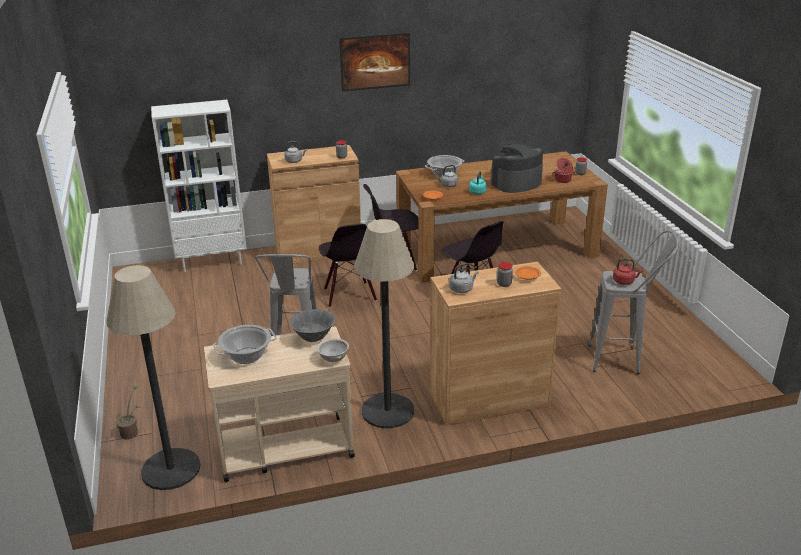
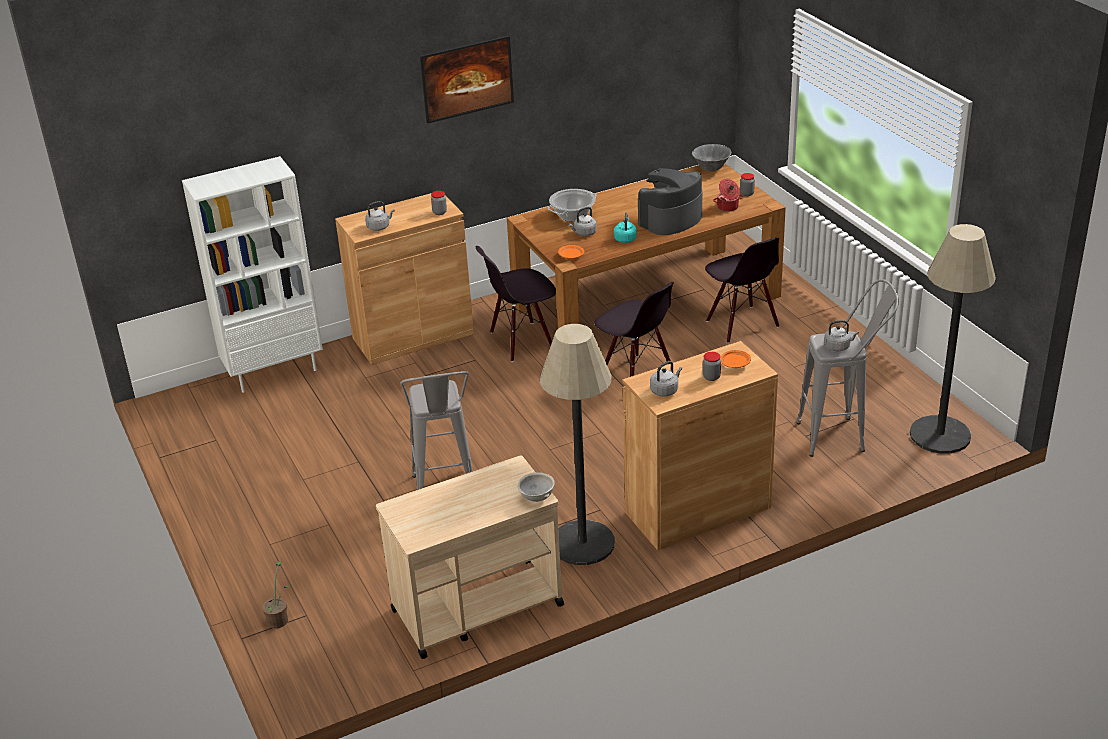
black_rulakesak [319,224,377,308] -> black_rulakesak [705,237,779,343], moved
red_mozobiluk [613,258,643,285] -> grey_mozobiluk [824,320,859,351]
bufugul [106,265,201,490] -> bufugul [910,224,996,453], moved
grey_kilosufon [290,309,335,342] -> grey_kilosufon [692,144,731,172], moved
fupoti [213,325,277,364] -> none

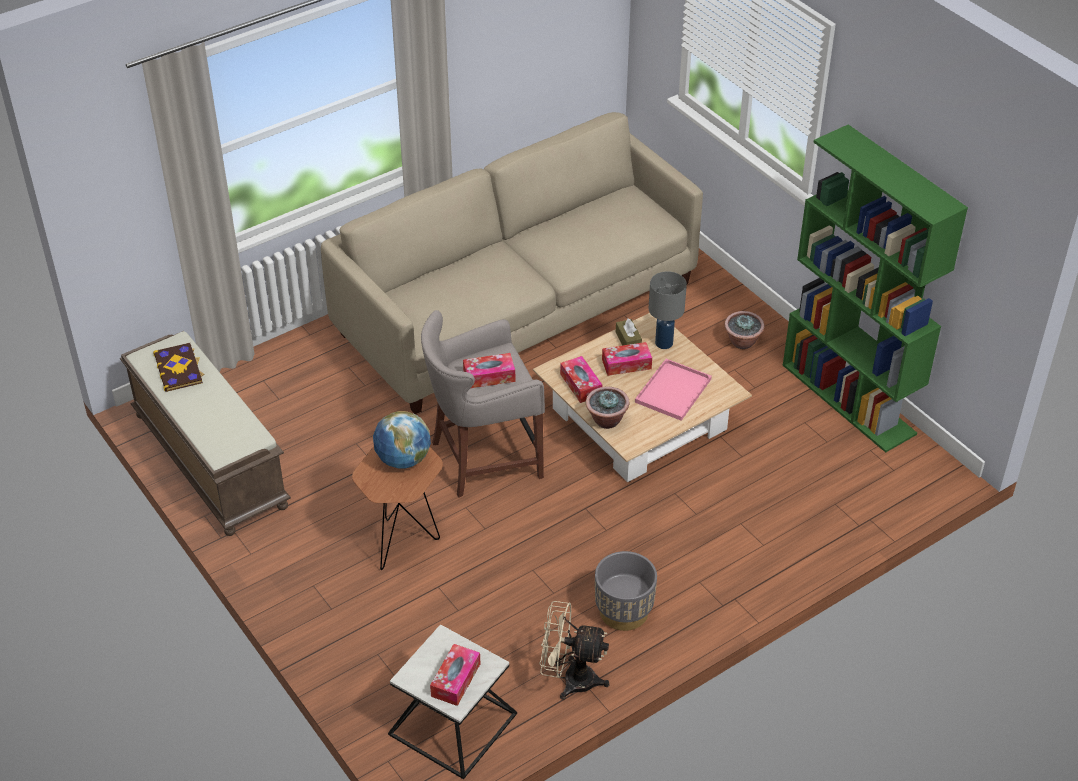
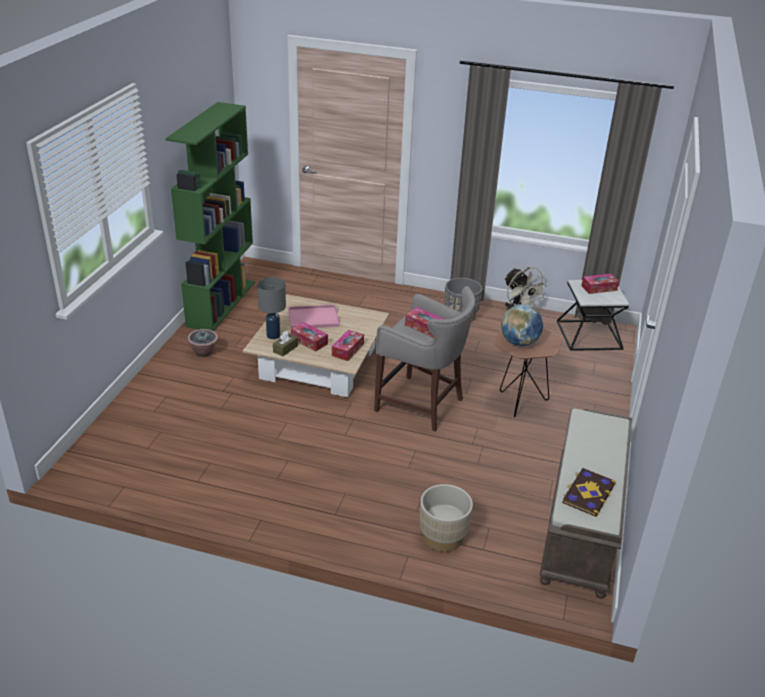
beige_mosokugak [321,112,703,414] -> none
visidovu [586,386,630,429] -> none
none -> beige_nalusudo [420,484,473,552]

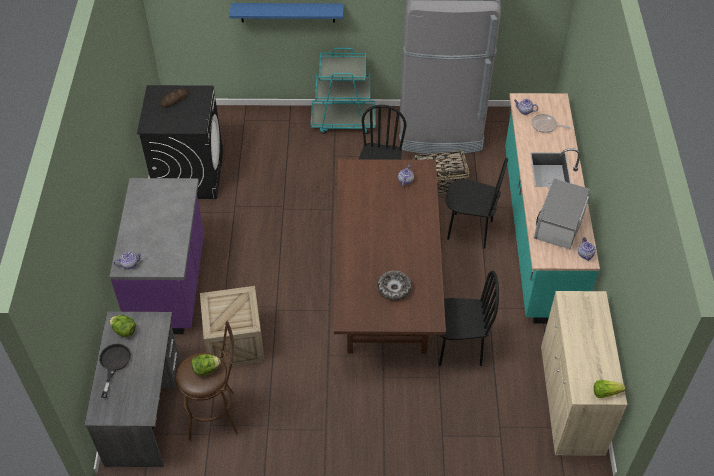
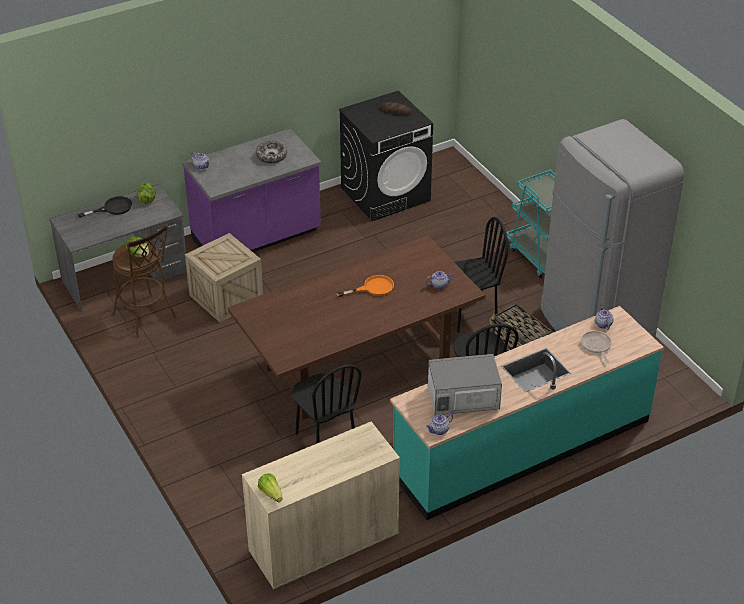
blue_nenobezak [229,3,343,23] -> none
kilosufon [377,271,412,301] -> kilosufon [256,141,287,163], moved
none -> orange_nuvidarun [337,275,394,297]

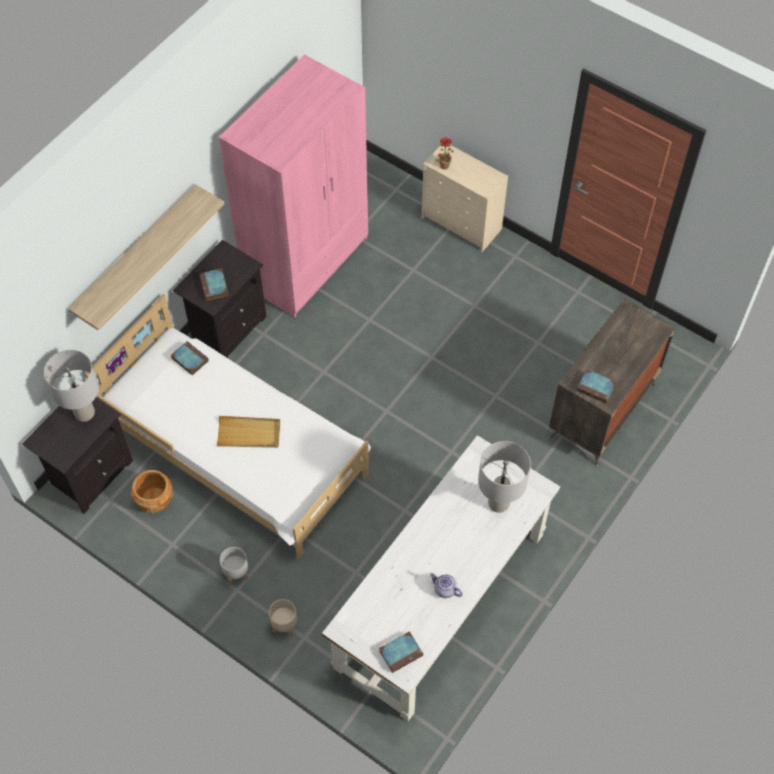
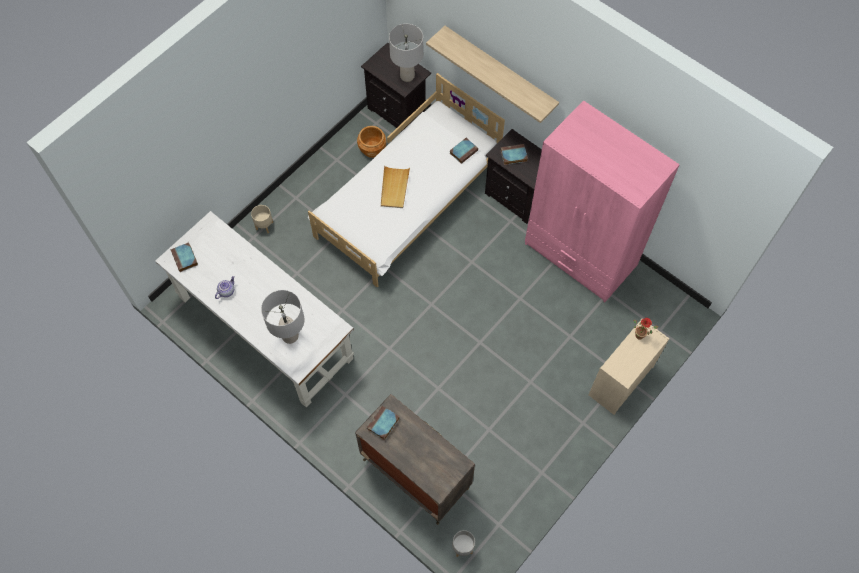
grey_nalusudo [220,547,248,584] -> grey_nalusudo [452,530,475,557], moved

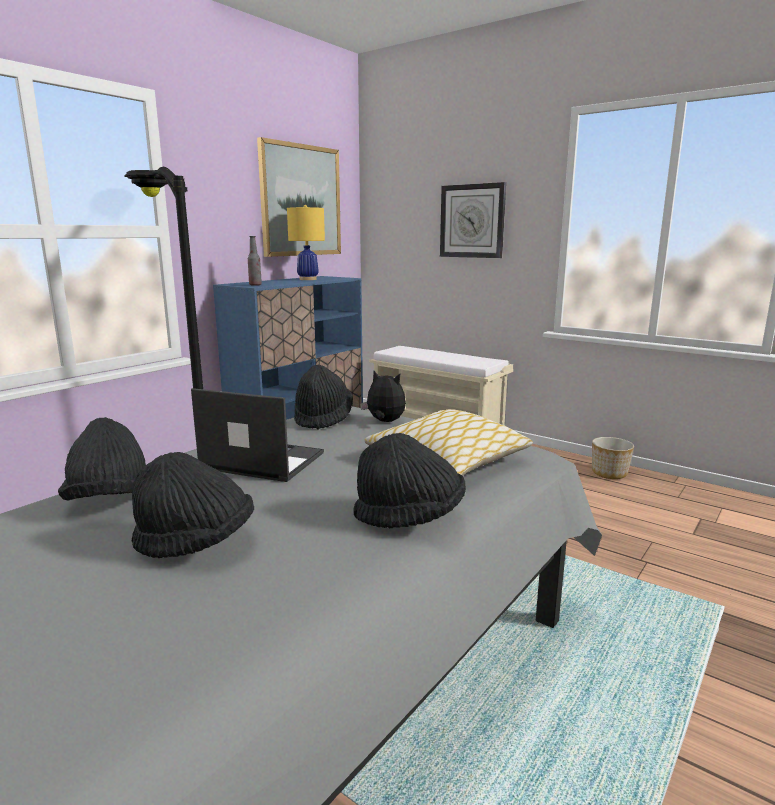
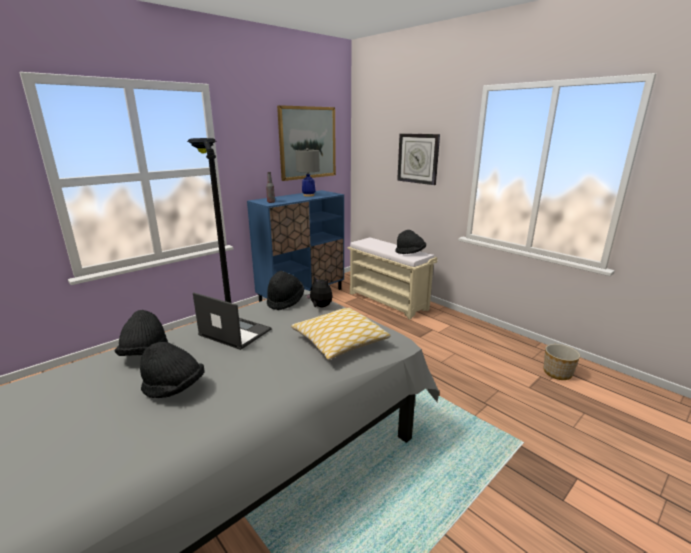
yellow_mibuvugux [287,205,325,280] -> grey_mibuvugux [296,148,320,197]
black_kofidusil [354,433,466,528] -> black_kofidusil [395,230,426,254], moved
nalusudo [592,437,634,479] -> nalusudo [543,344,580,380], moved

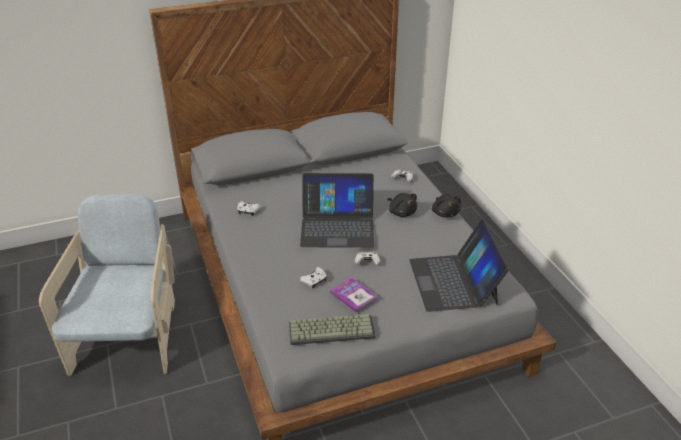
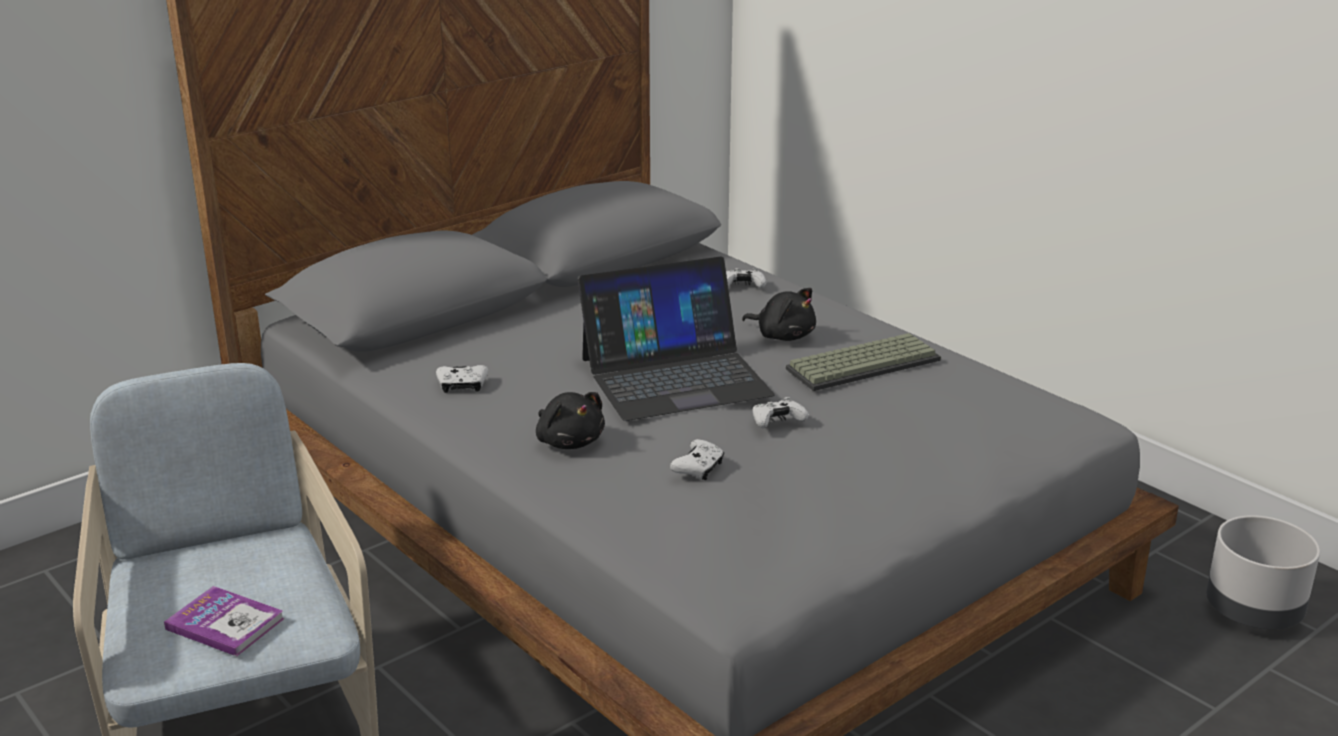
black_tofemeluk [432,194,461,218] -> black_tofemeluk [536,392,605,449], moved
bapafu [409,219,509,312] -> none
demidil [330,277,377,313] -> demidil [164,586,285,656], moved
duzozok [289,314,376,345] -> duzozok [786,333,941,391], moved
none -> grey_nalusudo [1206,515,1320,629]

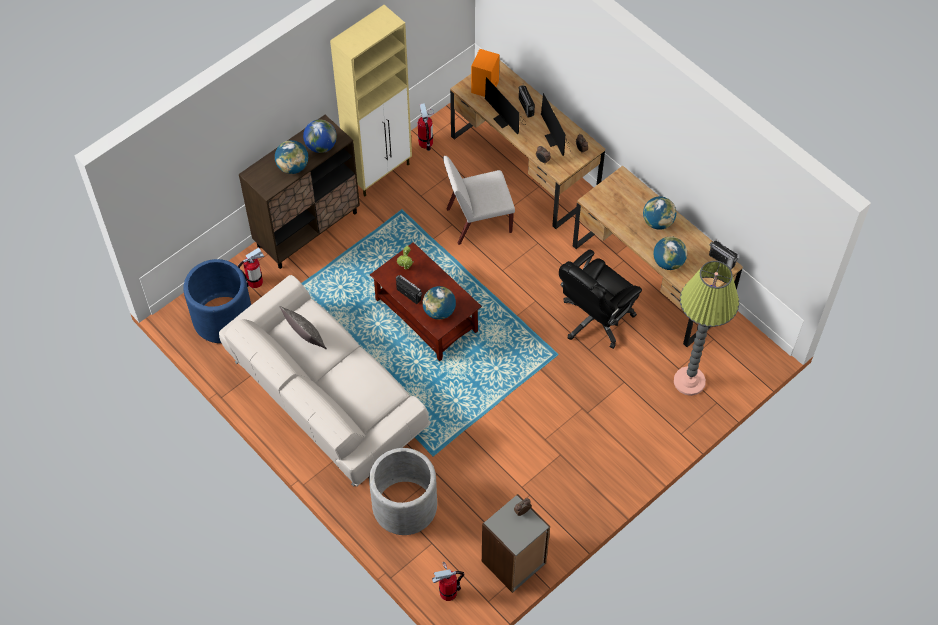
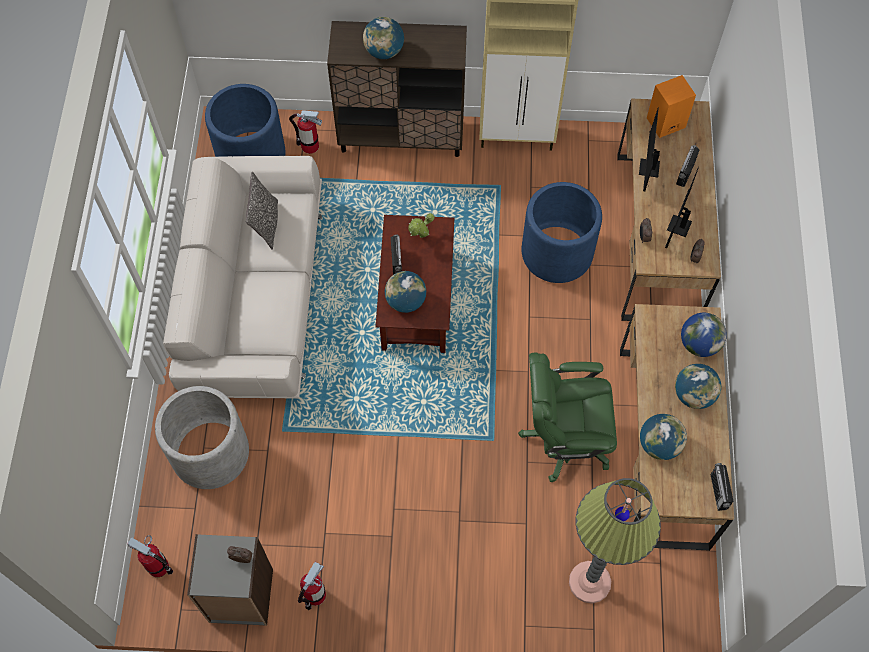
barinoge [418,103,434,151] -> barinoge [298,562,326,610], moved
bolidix [303,119,337,153] -> bolidix [681,313,727,357], moved
white_rulakesak [443,156,515,245] -> blue_nalusudo [522,182,602,283]
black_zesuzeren [559,250,642,349] -> green_zesuzeren [518,352,617,482]

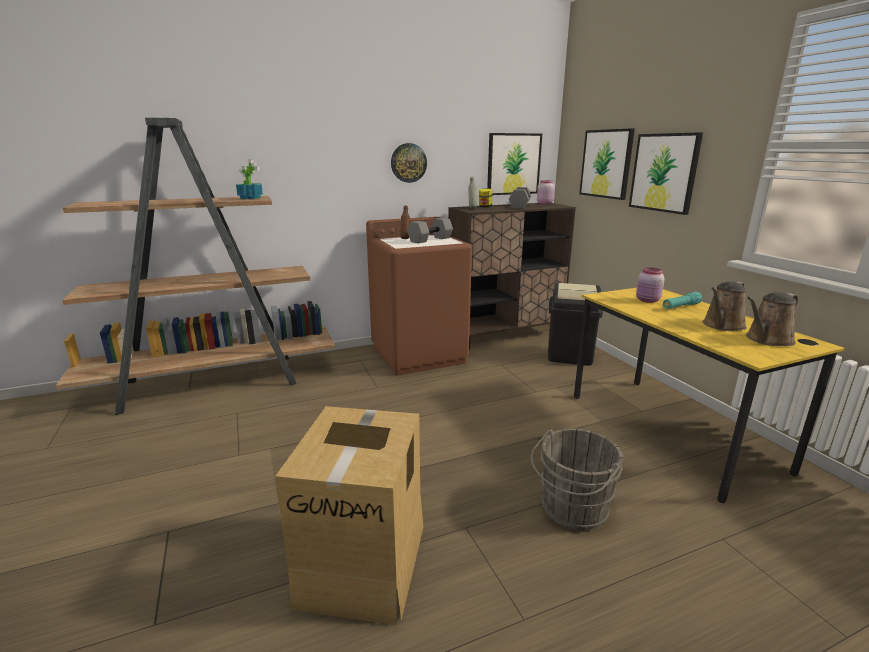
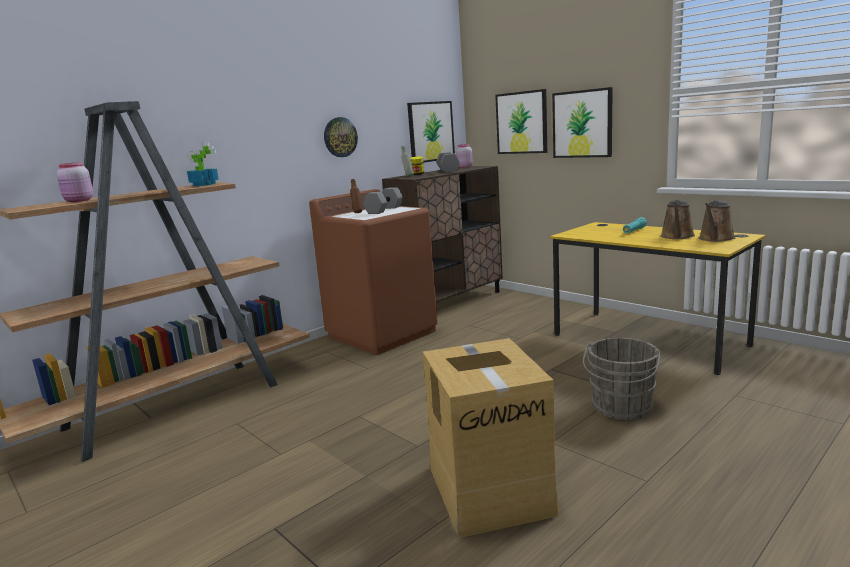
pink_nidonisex [636,267,665,303] -> pink_nidonisex [57,162,93,202], moved
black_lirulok [548,283,603,366] -> none

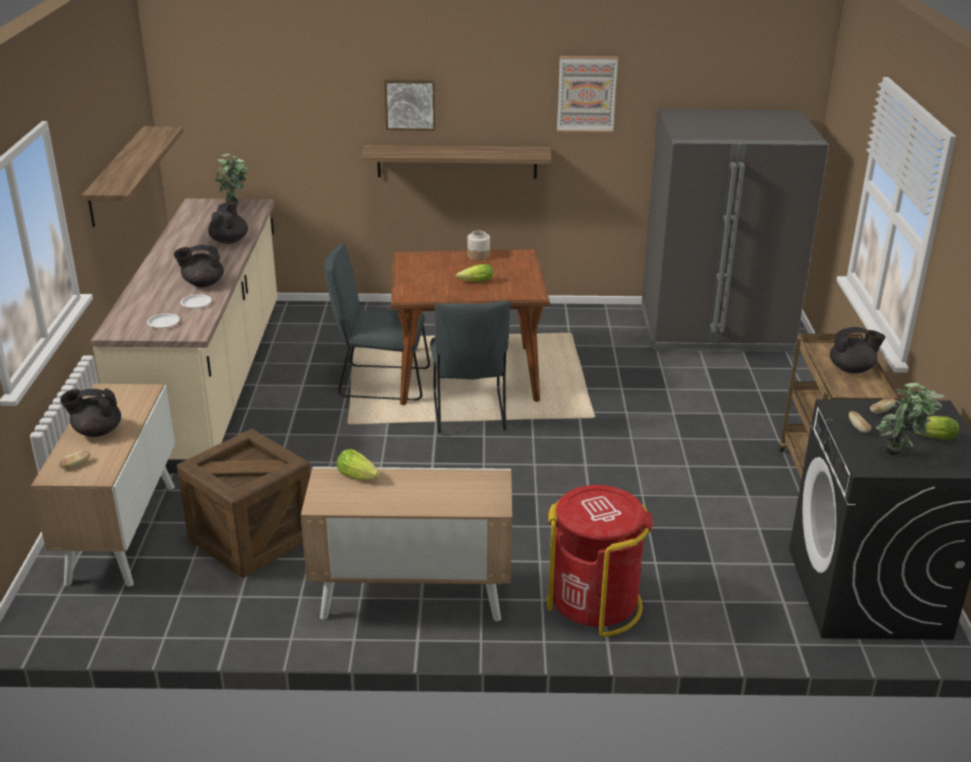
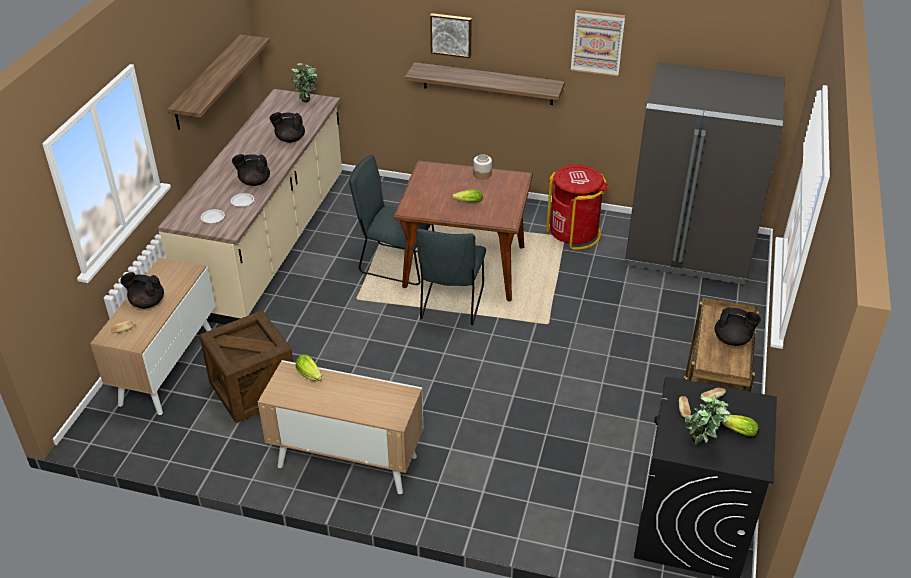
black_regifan [208,202,248,244] -> black_regifan [269,112,305,143], 105 degrees counterclockwise
red_lirulok [547,485,653,637] -> red_lirulok [546,165,608,250], moved

